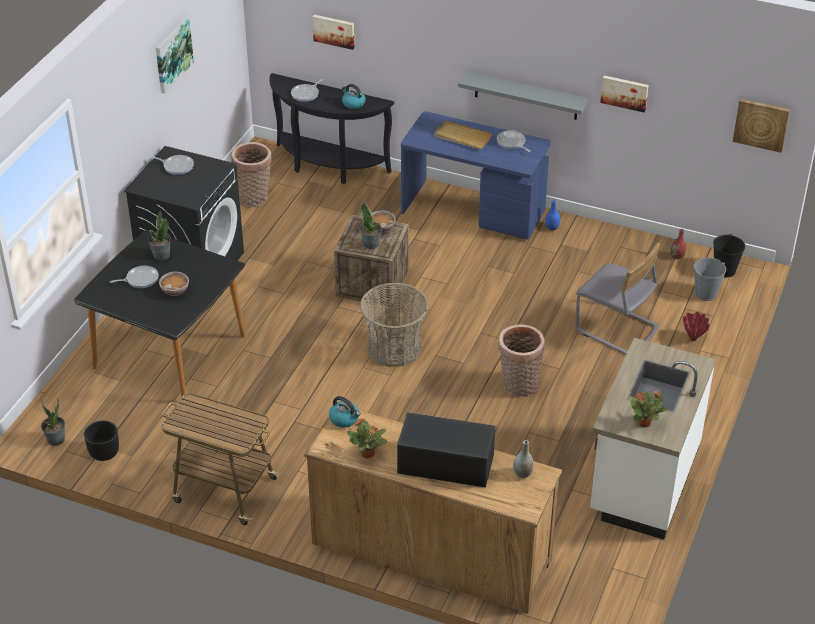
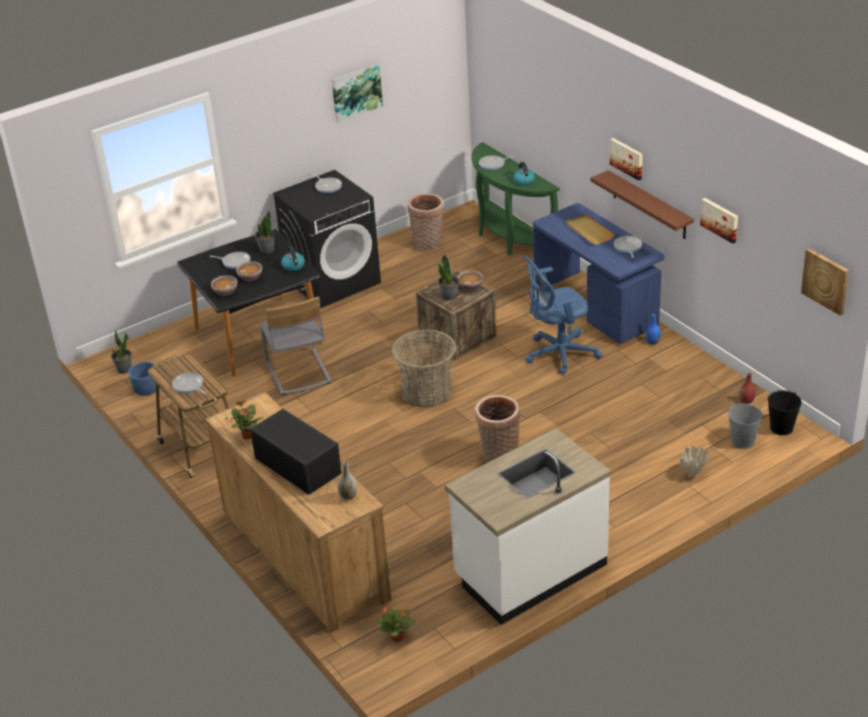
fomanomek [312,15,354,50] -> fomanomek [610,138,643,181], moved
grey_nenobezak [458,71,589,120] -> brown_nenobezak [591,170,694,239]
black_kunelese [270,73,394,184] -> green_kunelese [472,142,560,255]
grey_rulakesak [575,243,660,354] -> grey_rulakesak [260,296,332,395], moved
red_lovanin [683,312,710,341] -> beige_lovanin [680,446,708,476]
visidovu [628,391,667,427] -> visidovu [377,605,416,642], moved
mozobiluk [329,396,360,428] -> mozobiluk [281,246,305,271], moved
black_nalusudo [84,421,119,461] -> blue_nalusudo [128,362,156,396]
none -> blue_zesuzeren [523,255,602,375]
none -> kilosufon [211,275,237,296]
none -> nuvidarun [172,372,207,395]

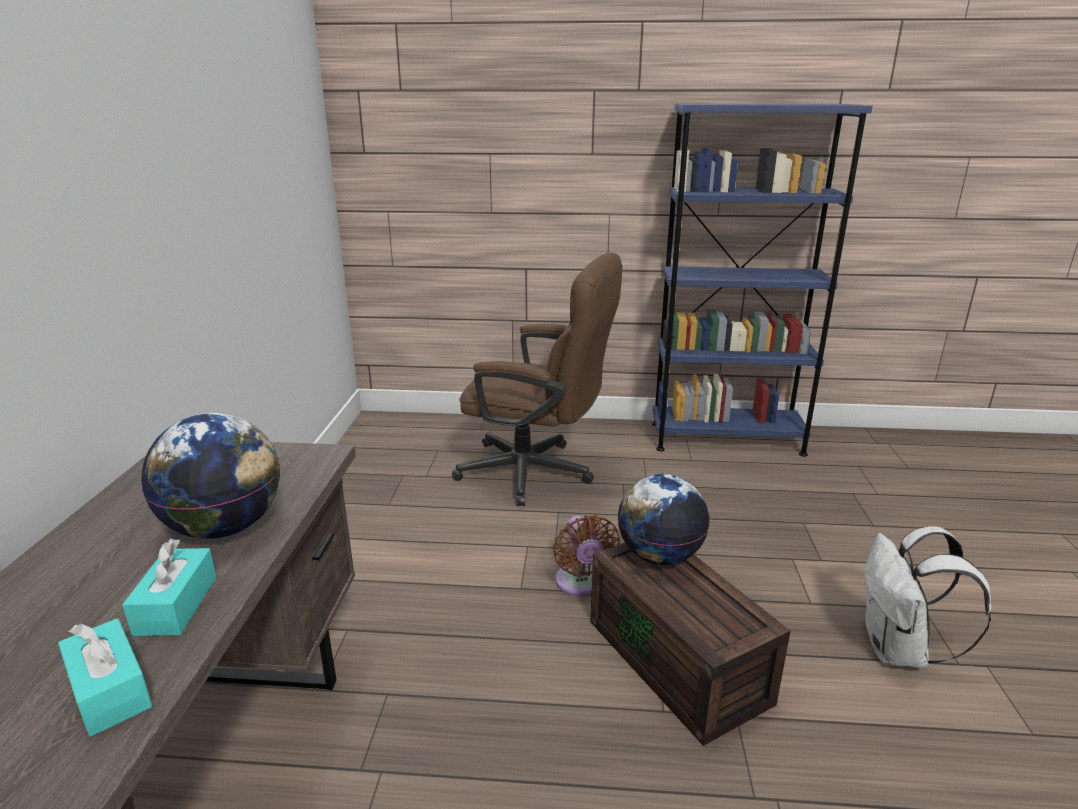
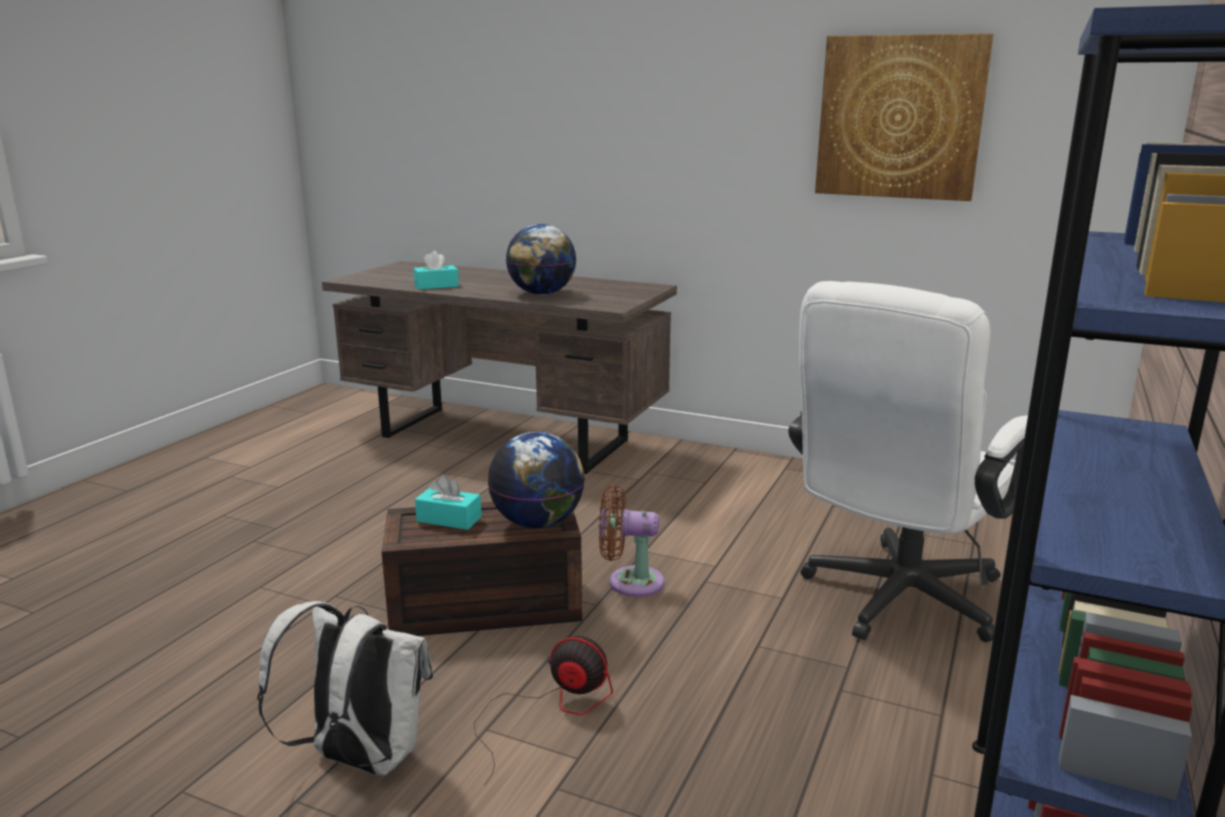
brown_zesuzeren [452,252,622,506] -> white_zesuzeren [788,281,1028,642]
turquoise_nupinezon [122,539,217,636] -> turquoise_nupinezon [415,475,482,530], moved
none -> fomanomek [815,33,993,201]
none -> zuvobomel [474,636,613,786]

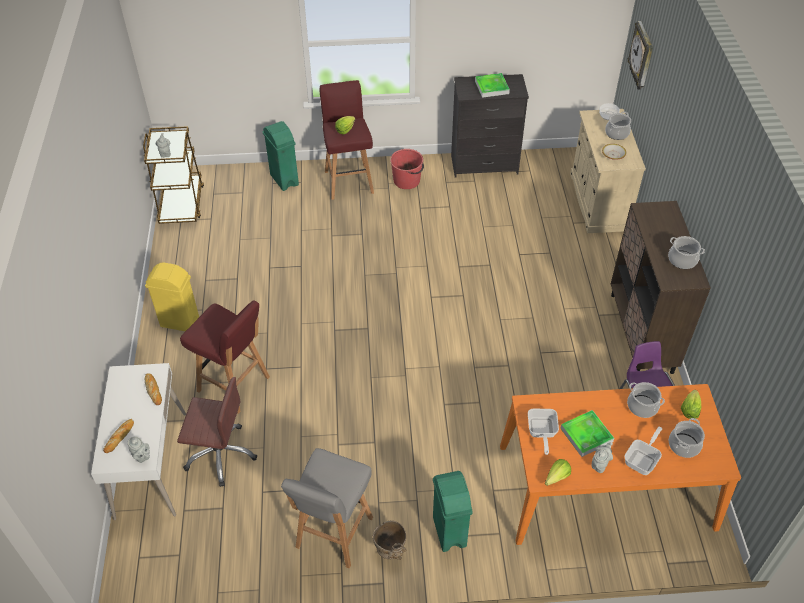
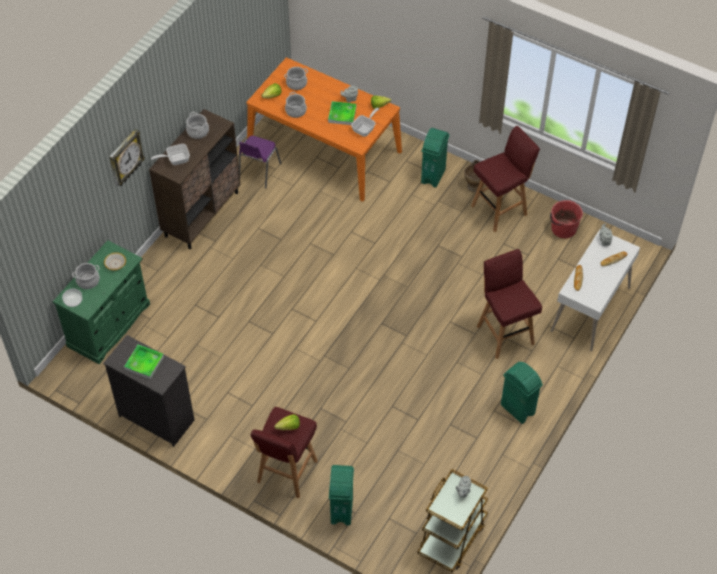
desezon [628,21,653,90] -> desezon [109,129,145,186], moved
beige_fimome [570,109,646,233] -> green_fimome [53,240,150,364]
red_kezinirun [390,149,424,189] -> red_kezinirun [550,200,583,238], moved
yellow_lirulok [145,262,199,331] -> green_lirulok [501,362,543,424]
brown_zesuzeren [177,377,257,487] -> none
nuvidarun [624,427,663,475] -> nuvidarun [151,144,190,165], moved
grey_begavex [281,448,373,568] -> red_begavex [471,126,540,232]

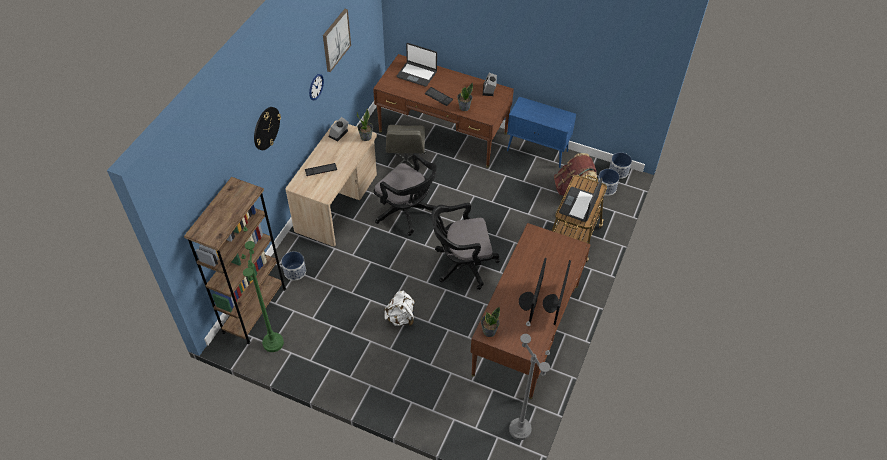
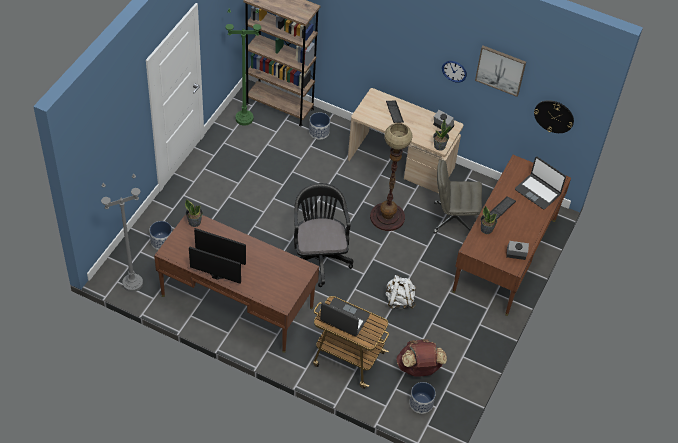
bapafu [397,43,437,87] -> bapafu [515,156,566,209], 75 degrees counterclockwise
blue_fimome [507,97,576,168] -> none
desezon [254,107,281,150] -> desezon [534,100,574,133], moved
nalusudo [609,152,632,179] -> nalusudo [150,221,172,250], moved
black_zesuzeren [374,153,437,236] -> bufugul [370,123,412,231]
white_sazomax [384,291,415,326] -> white_sazomax [386,274,416,309], moved

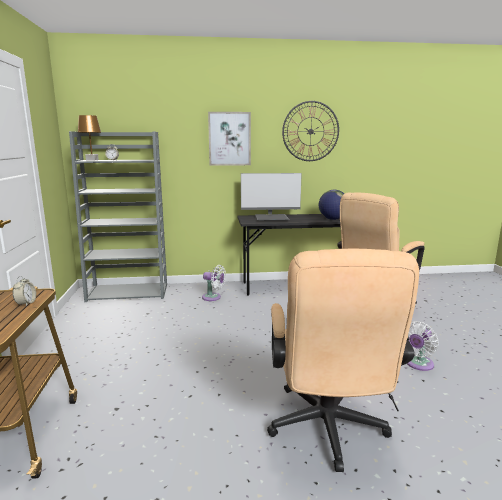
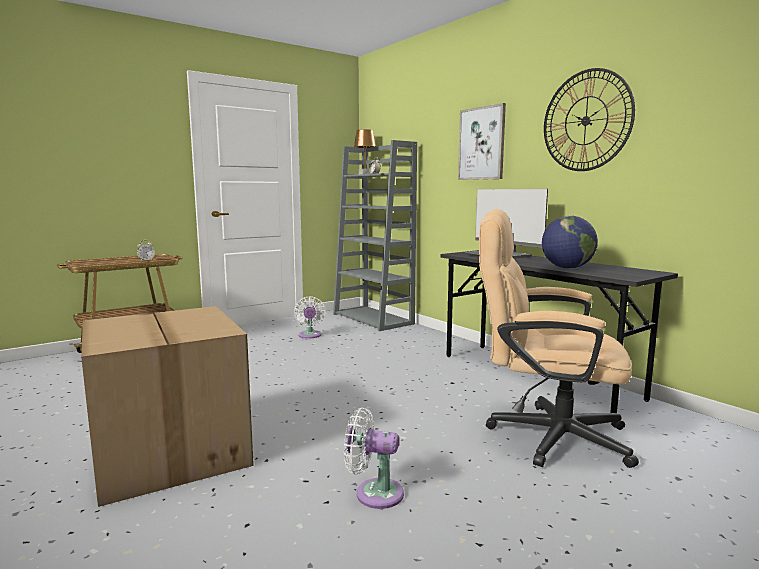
beige_zesuzeren [267,249,419,472] -> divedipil [81,306,254,507]
white_zuvobomel [202,265,226,301] -> white_zuvobomel [294,296,326,339], moved

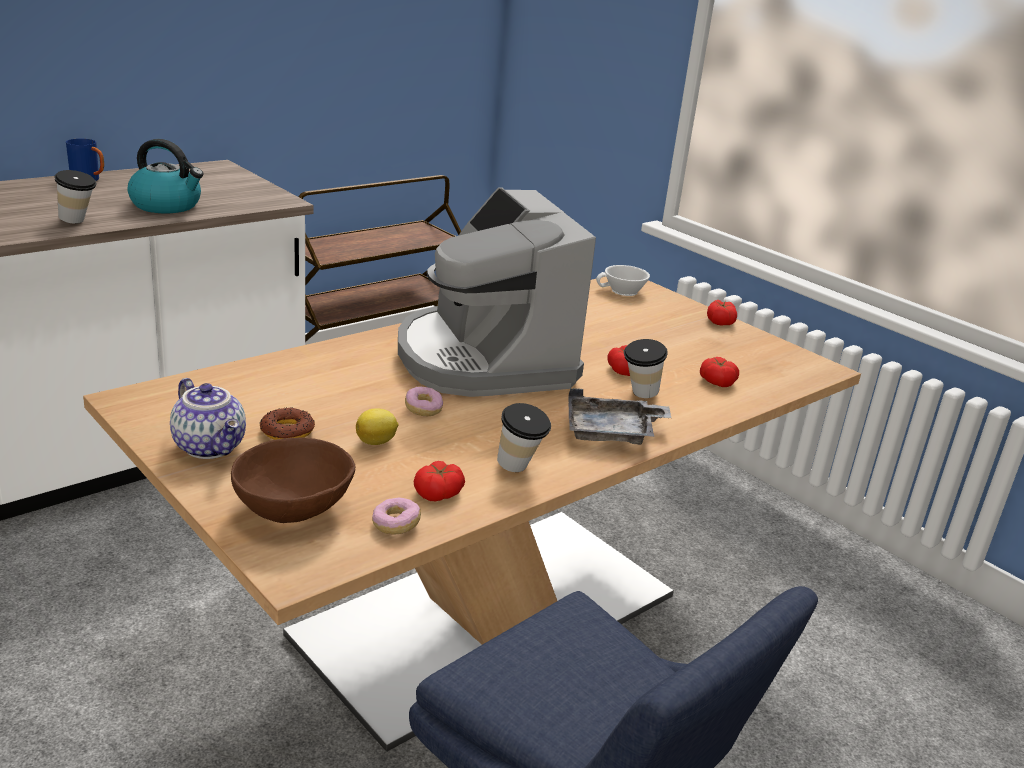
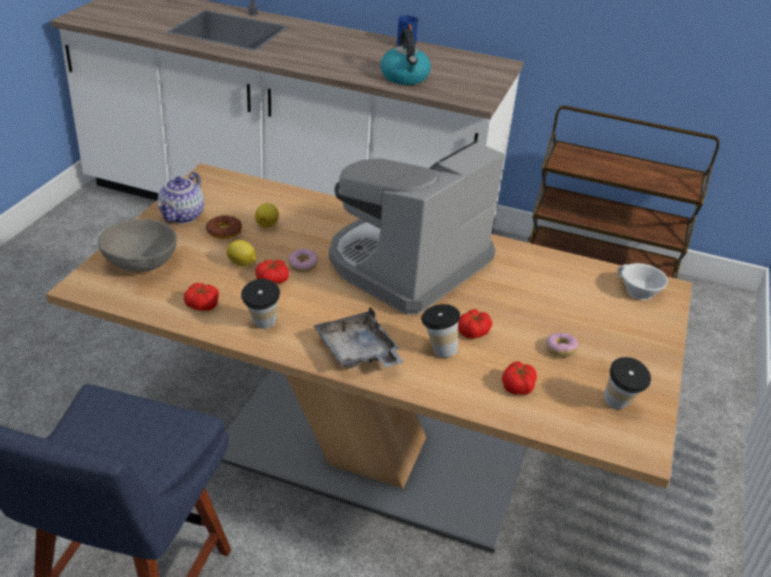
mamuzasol [54,170,96,224] -> mamuzasol [604,357,651,409], moved
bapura [707,300,737,326] -> bapura [255,260,289,283], moved
brown_kilosufon [231,438,355,523] -> grey_kilosufon [98,219,177,272]
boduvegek [372,498,421,534] -> boduvegek [546,333,578,357], moved
none -> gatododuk [255,203,279,228]

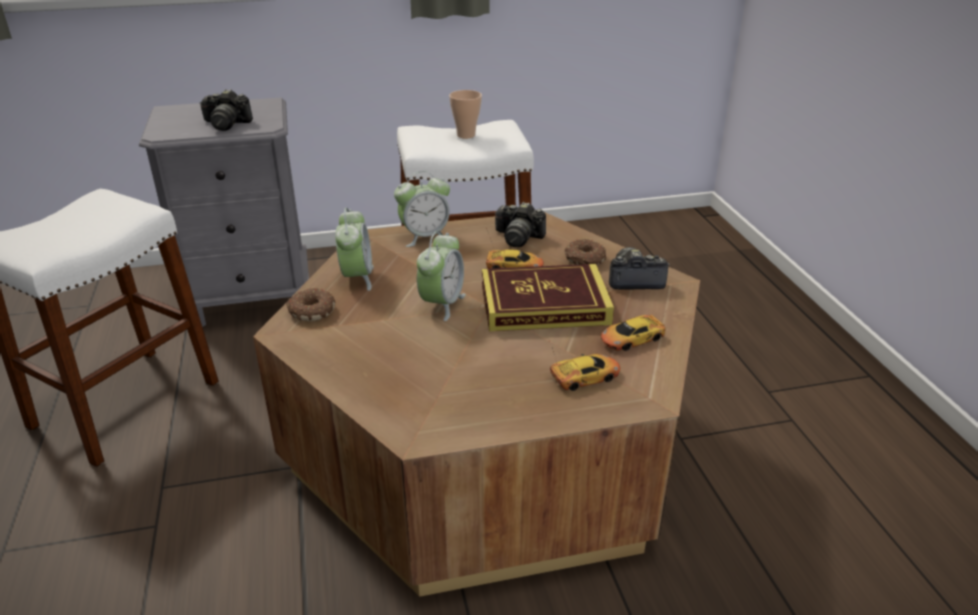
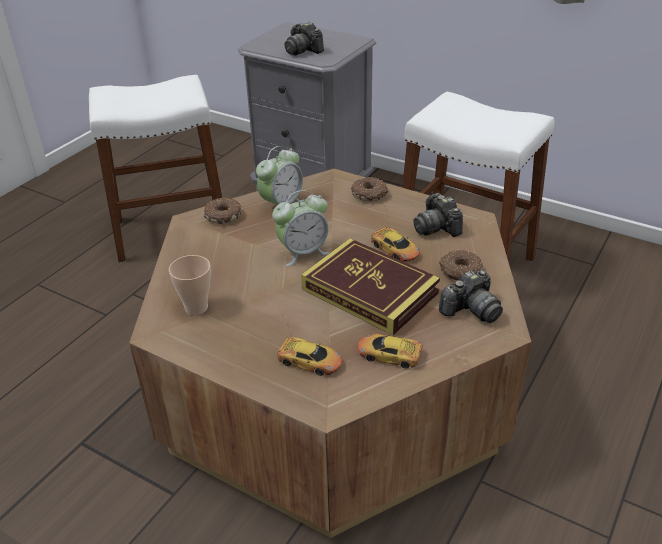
mamuzasol [449,90,482,139] -> mamuzasol [169,255,211,315], moved
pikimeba [394,171,450,247] -> boduvegek [351,177,388,202]
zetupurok [609,247,669,289] -> zetupurok [439,270,503,323], 105 degrees clockwise

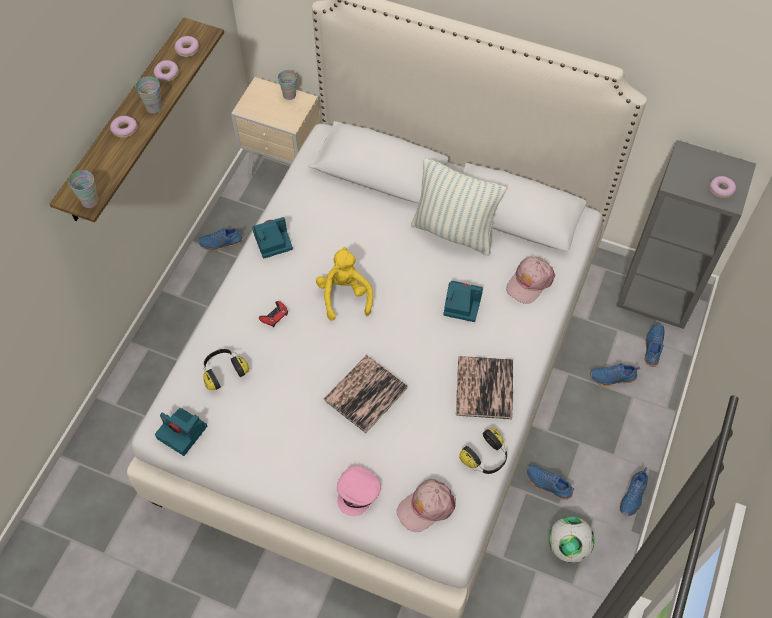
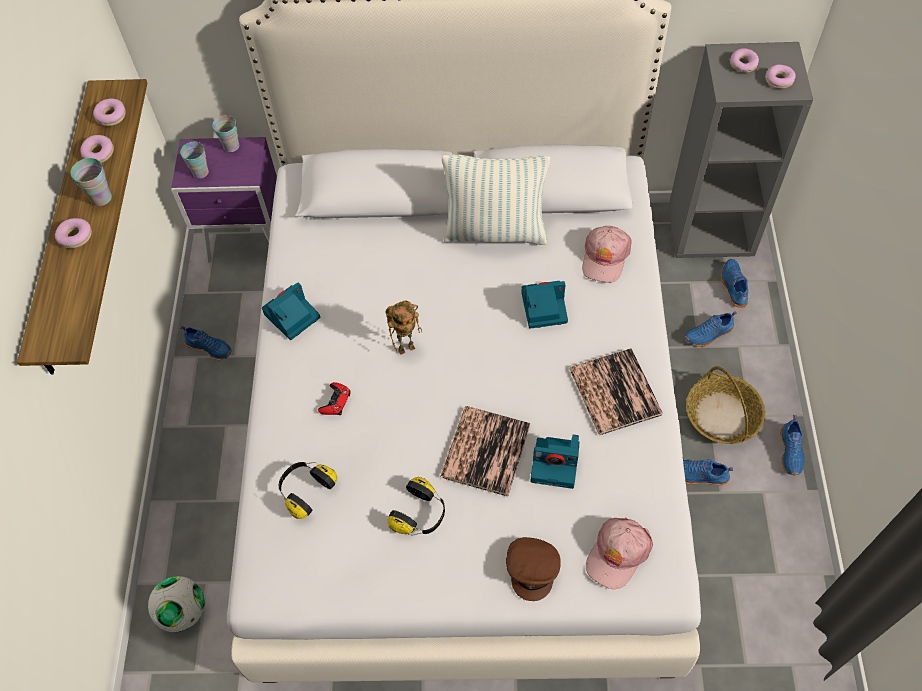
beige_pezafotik [231,77,320,179] -> purple_pezafotik [171,137,277,263]
mamuzasol [68,170,99,208] -> mamuzasol [180,142,209,179], moved
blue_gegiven [198,228,243,251] -> blue_gegiven [181,326,231,360], 120 degrees counterclockwise
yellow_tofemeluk [316,247,373,321] -> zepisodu [386,301,422,355]
zetupurok [155,408,207,456] -> zetupurok [531,435,579,489], moved
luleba [459,428,507,474] -> luleba [388,477,445,535], moved
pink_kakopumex [337,466,381,516] -> brown_kakopumex [506,537,561,601]
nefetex [549,517,595,563] -> nefetex [148,576,205,632], moved
none -> boduvegek [730,48,759,73]
none -> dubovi [686,366,765,444]

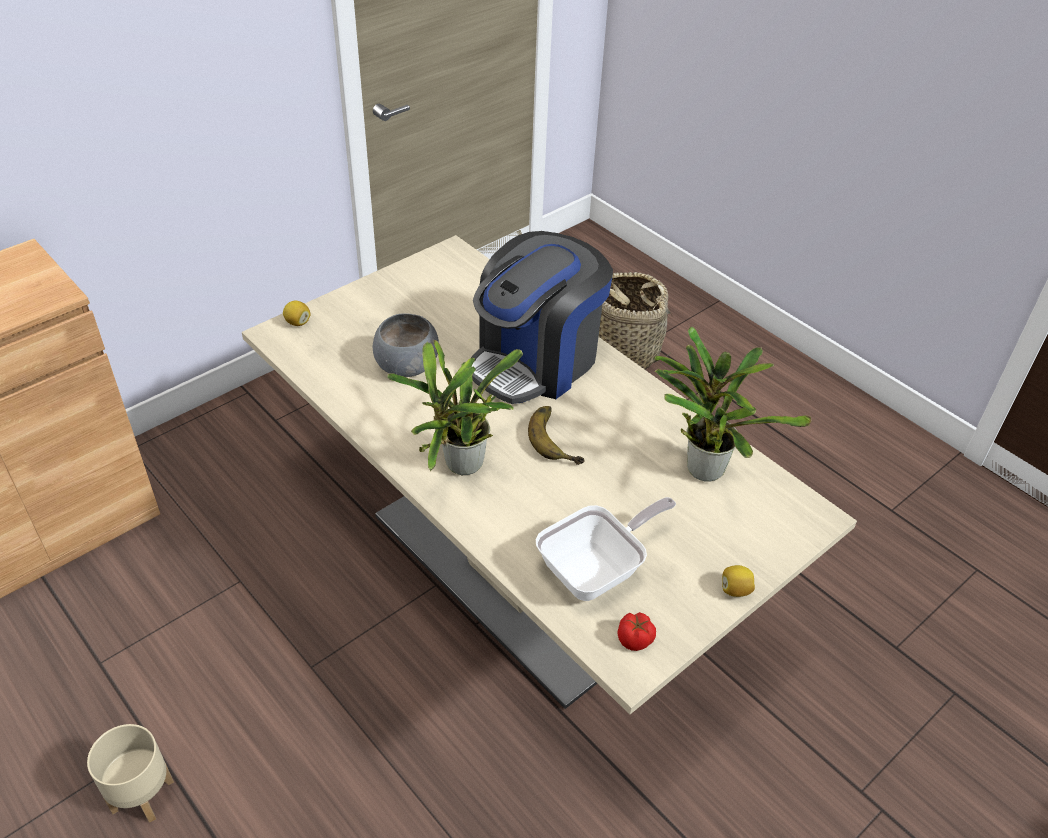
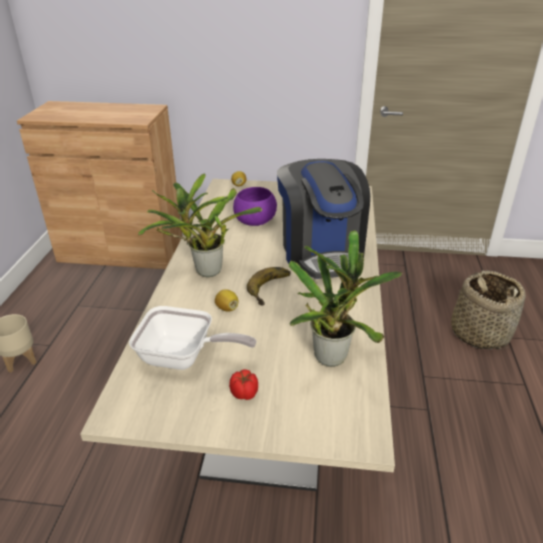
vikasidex [471,231,613,404] -> vikasidex [277,159,370,279], 105 degrees counterclockwise
grey_kilosufon [373,313,439,377] -> purple_kilosufon [233,187,277,226]
gatododuk [722,565,755,597] -> gatododuk [215,289,239,312], moved
bapura [617,612,656,651] -> bapura [229,369,258,400], moved

